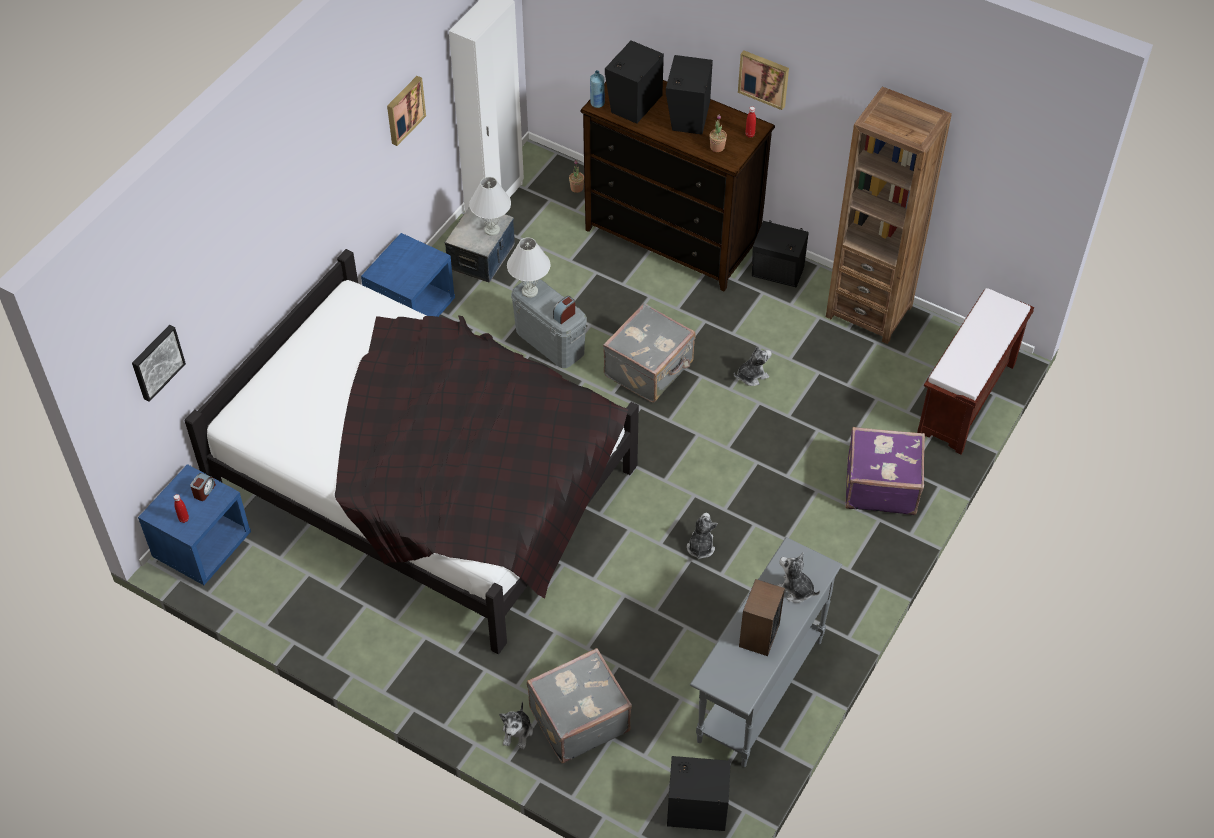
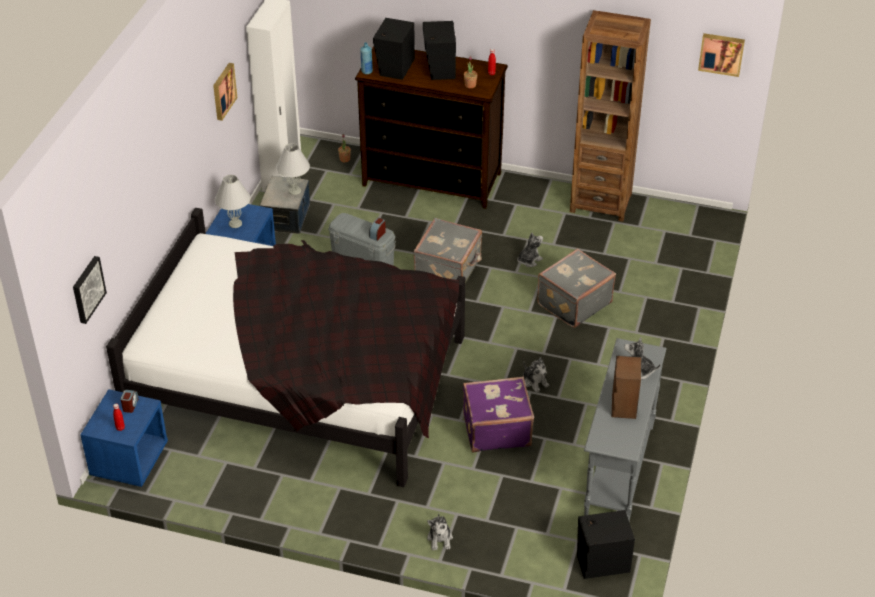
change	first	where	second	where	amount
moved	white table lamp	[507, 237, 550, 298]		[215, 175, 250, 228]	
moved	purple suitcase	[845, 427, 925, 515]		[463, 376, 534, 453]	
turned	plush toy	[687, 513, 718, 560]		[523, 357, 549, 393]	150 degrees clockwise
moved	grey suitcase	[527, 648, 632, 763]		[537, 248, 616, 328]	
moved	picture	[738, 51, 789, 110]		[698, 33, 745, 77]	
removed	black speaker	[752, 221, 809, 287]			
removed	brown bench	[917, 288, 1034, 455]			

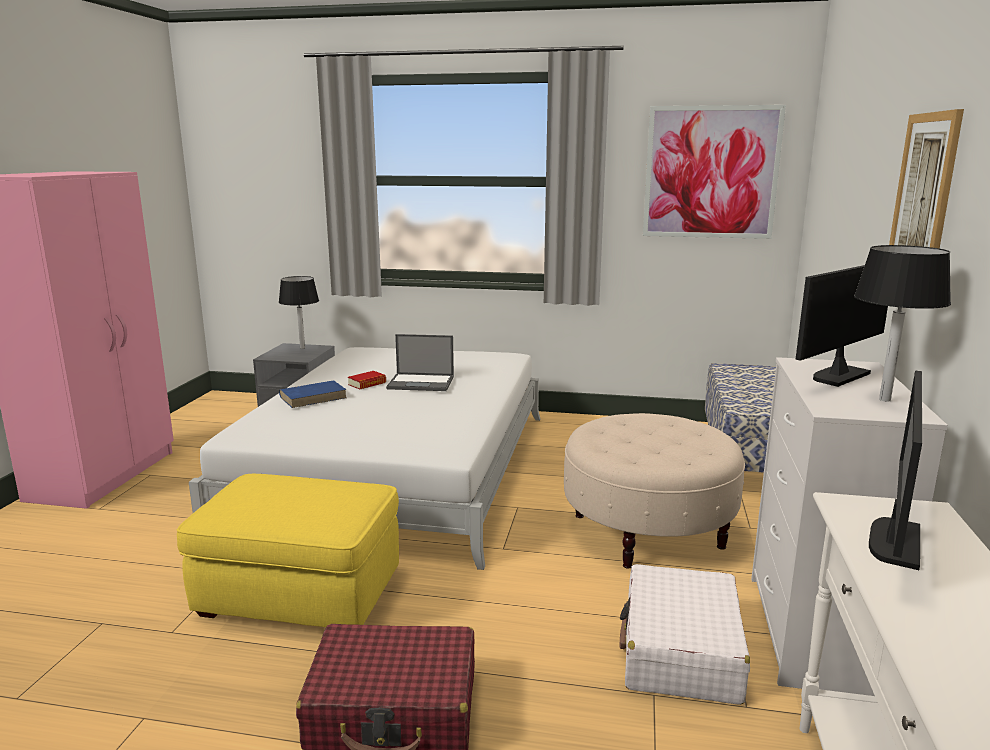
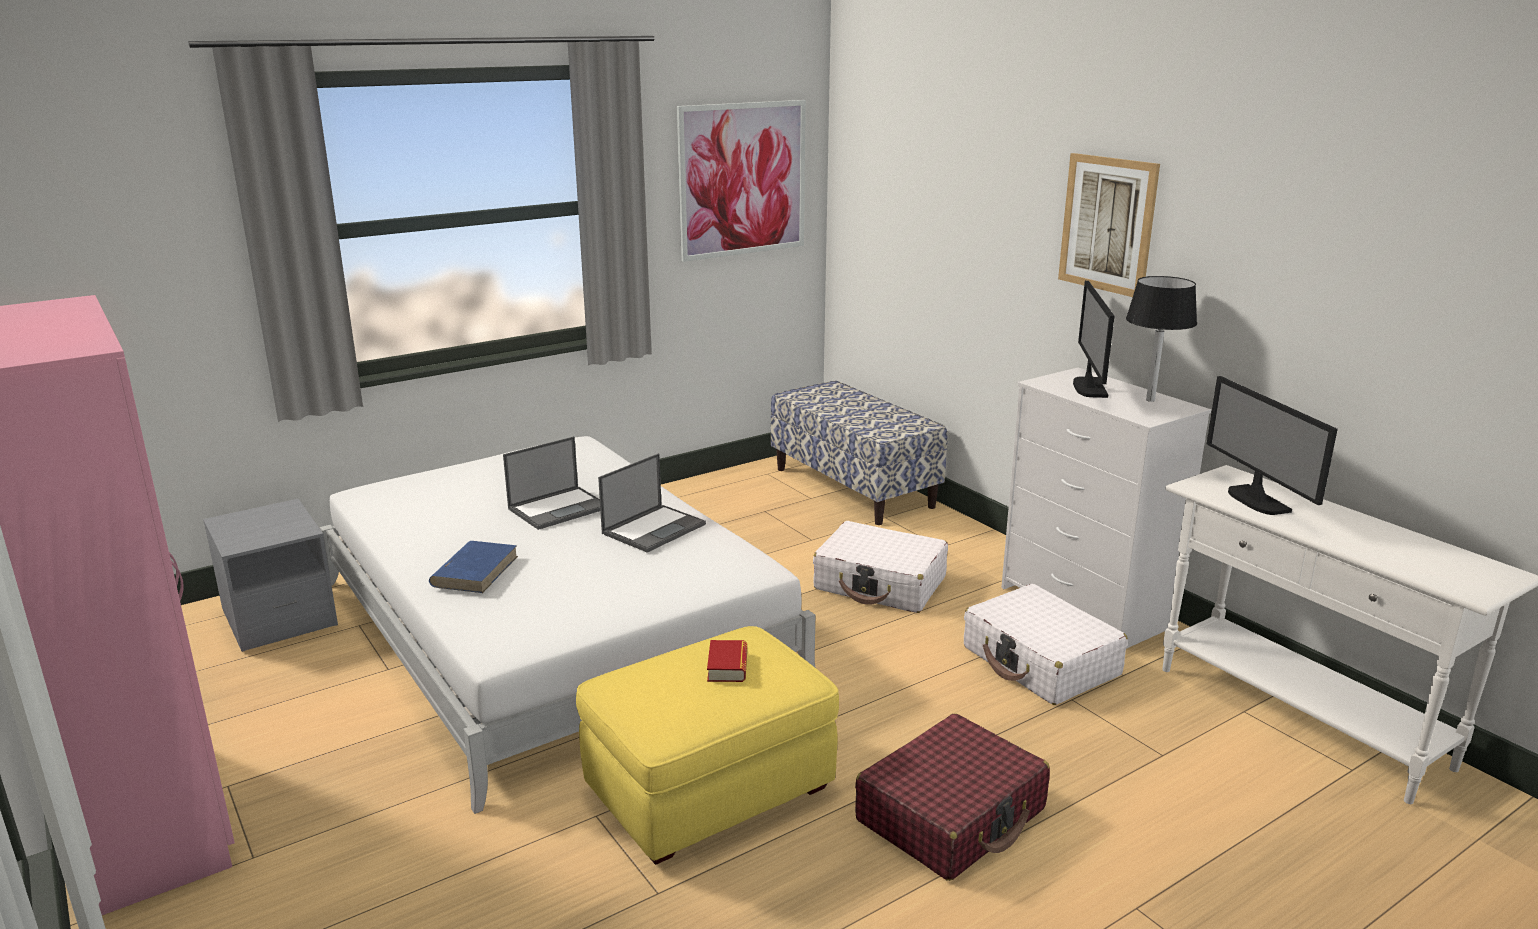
change	first	where	second	where	amount
added			laptop	[598, 453, 706, 553]	
moved	book	[348, 371, 386, 390]		[707, 640, 747, 682]	
replaced	beige ottoman	[564, 413, 745, 569]	white suitcase	[813, 521, 948, 613]	
removed	black table lamp	[279, 276, 319, 349]			

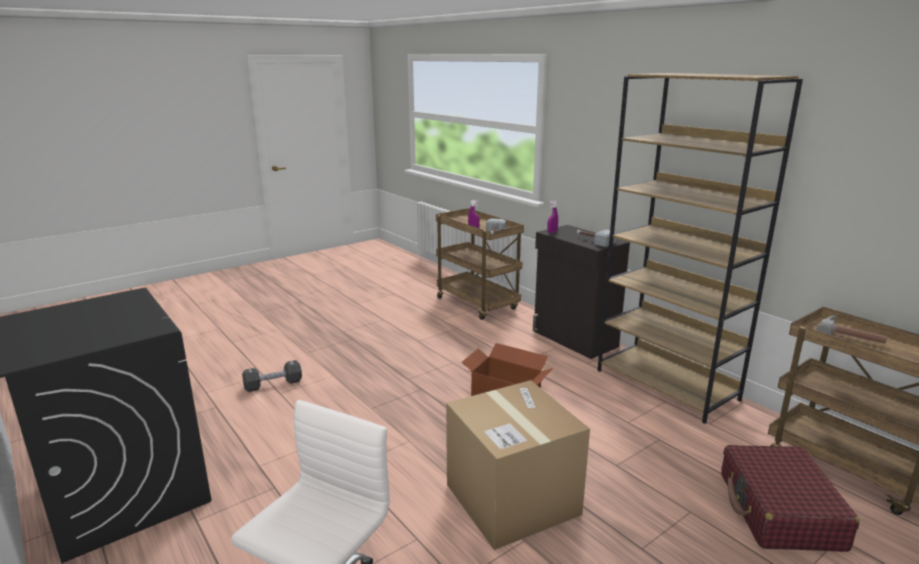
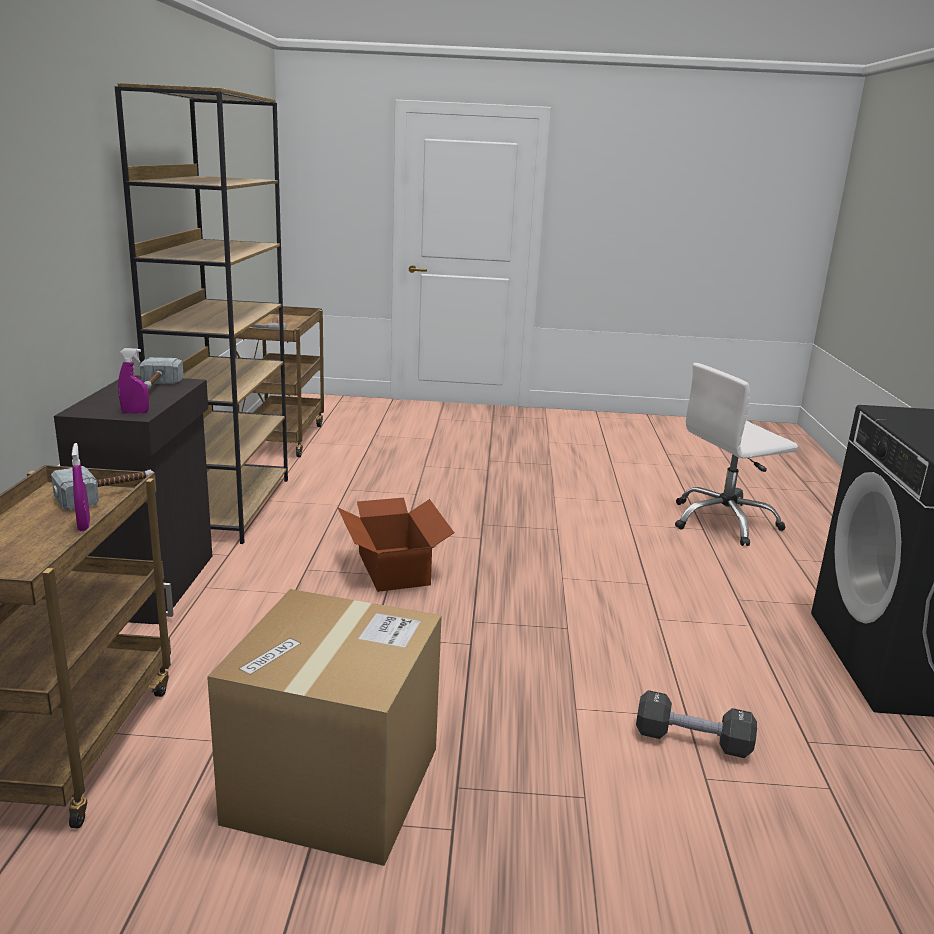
change	first	where	second	where	amount
moved	cardboard box	[446, 380, 590, 550]		[207, 589, 442, 866]	
removed	red suitcase	[721, 445, 859, 552]			

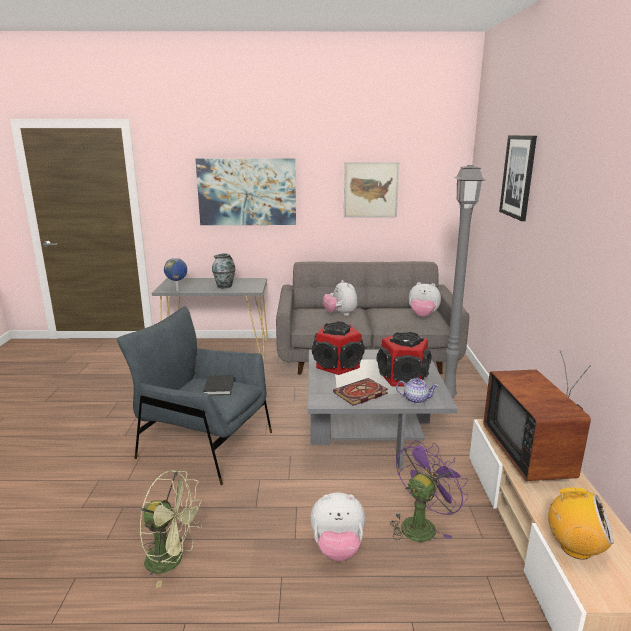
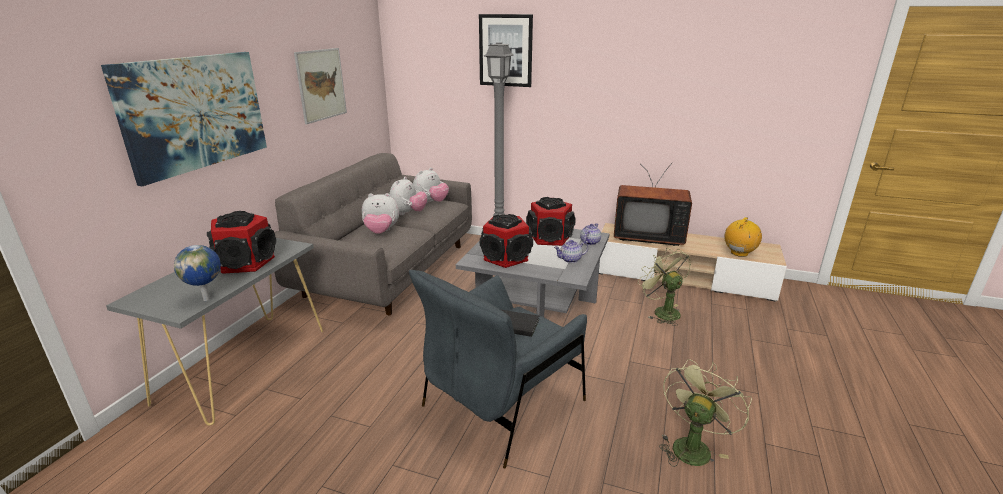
change	first	where	second	where	amount
replaced	vase	[212, 253, 235, 288]	speaker	[207, 211, 276, 274]	
moved	plush toy	[310, 492, 365, 561]		[389, 176, 427, 215]	
replaced	book	[333, 378, 388, 406]	teapot	[554, 240, 588, 263]	
recoloured	purple fan	[390, 440, 468, 542]	green fan	[638, 248, 691, 326]	

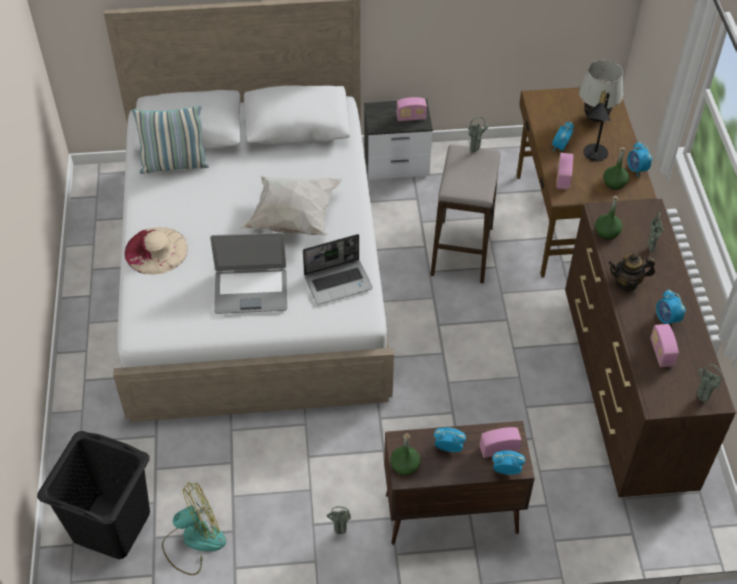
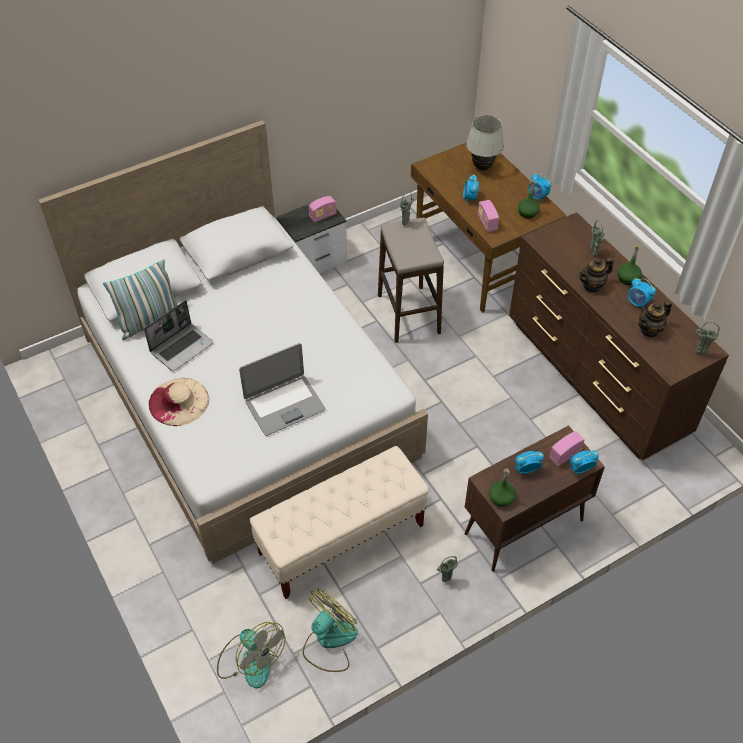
change	first	where	second	where	amount
moved	laptop	[303, 234, 373, 305]		[144, 300, 214, 371]	
replaced	black laundry basket	[37, 431, 150, 559]	fan	[217, 622, 285, 689]	
added			beige bench	[250, 446, 429, 599]	
moved	green bottle	[595, 195, 623, 240]		[618, 245, 642, 285]	
replaced	radio	[650, 324, 679, 367]	teapot	[639, 301, 672, 338]	
removed	white pillow	[240, 175, 342, 236]			
removed	black table lamp	[583, 89, 611, 162]			

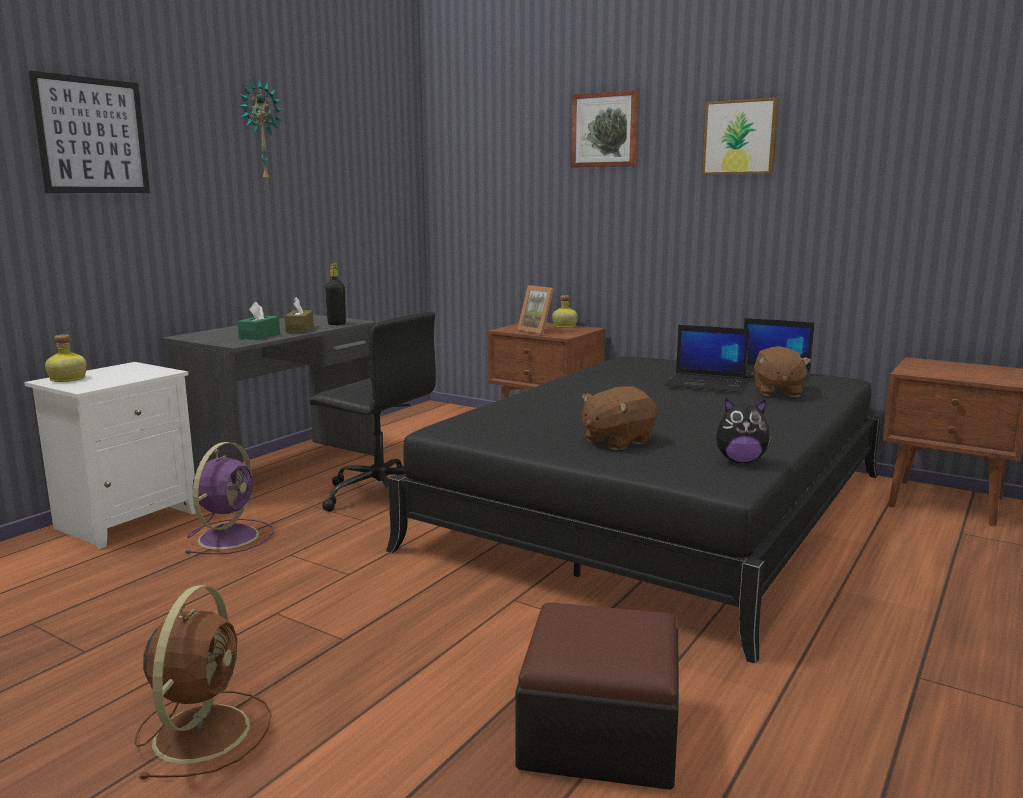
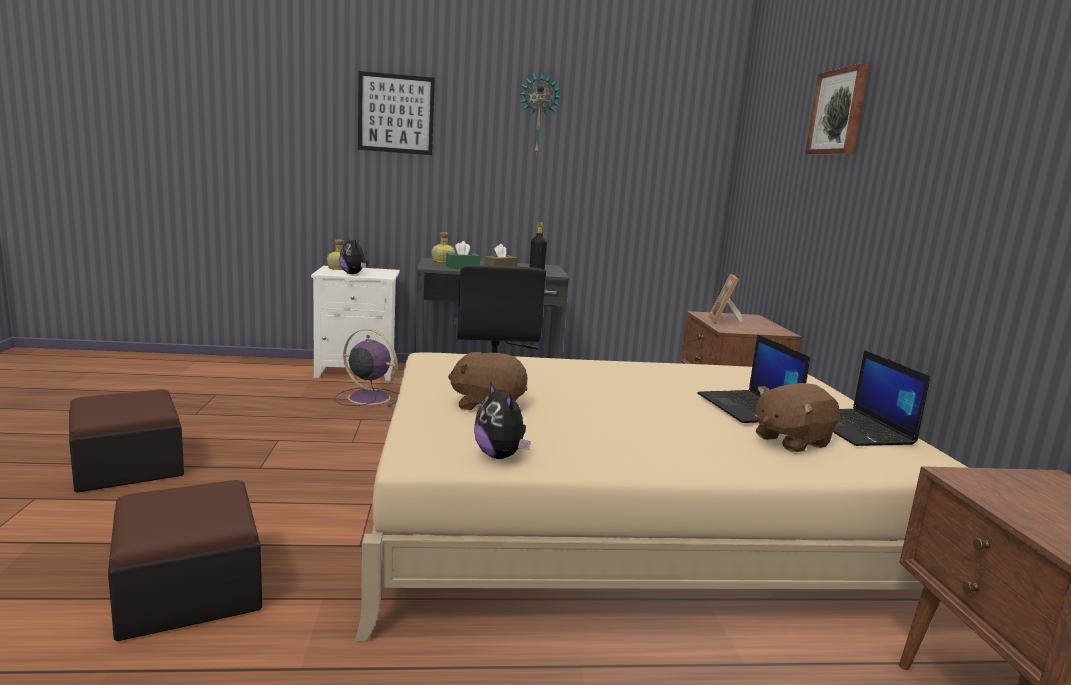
change	first	where	second	where	amount
replaced	brown fan	[134, 585, 272, 779]	ottoman	[69, 389, 184, 493]	
turned	purple fan	[184, 442, 274, 554]		[335, 329, 398, 407]	135 degrees counterclockwise
added			plush toy	[339, 237, 368, 274]	
recoloured	black bed	[386, 356, 881, 664]	beige bed	[355, 352, 969, 642]	
moved	bottle	[552, 295, 578, 328]		[432, 232, 455, 263]	
removed	picture	[702, 98, 779, 174]			

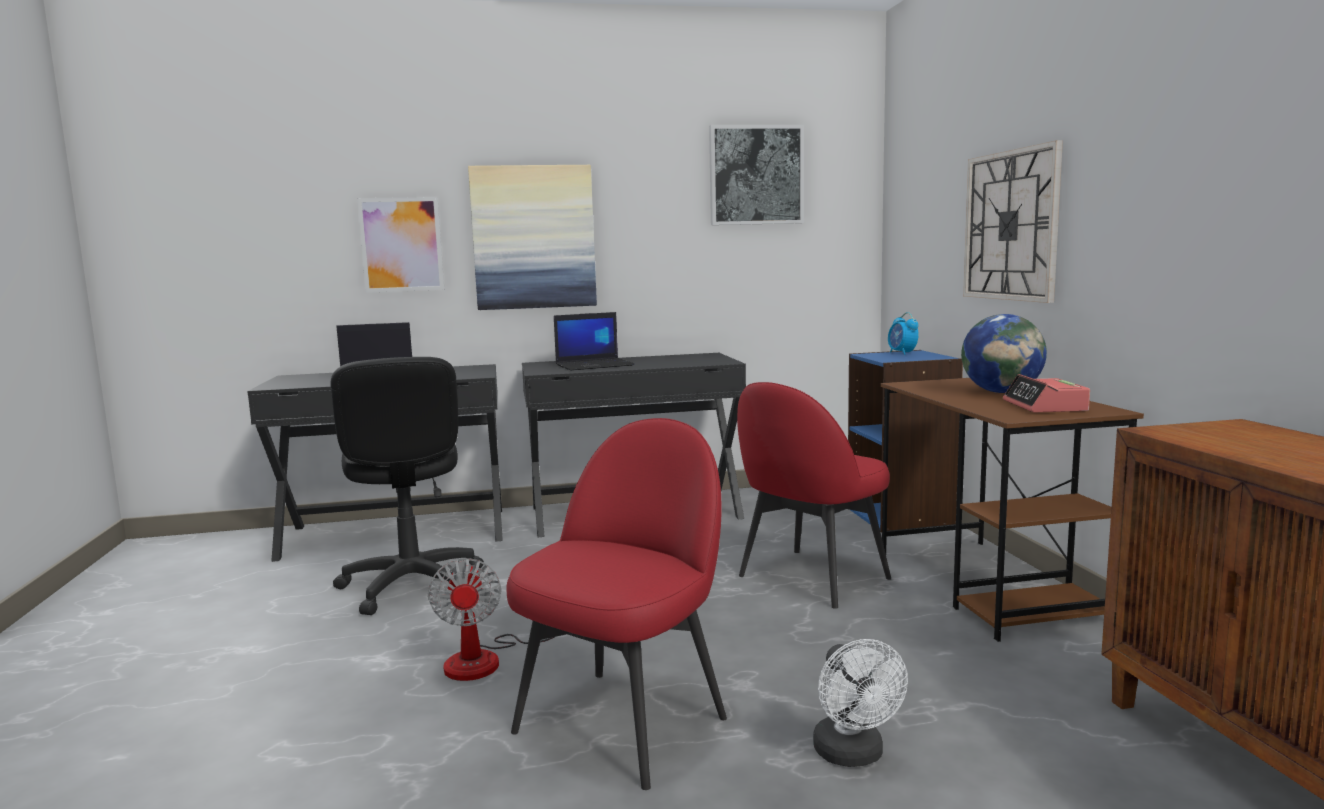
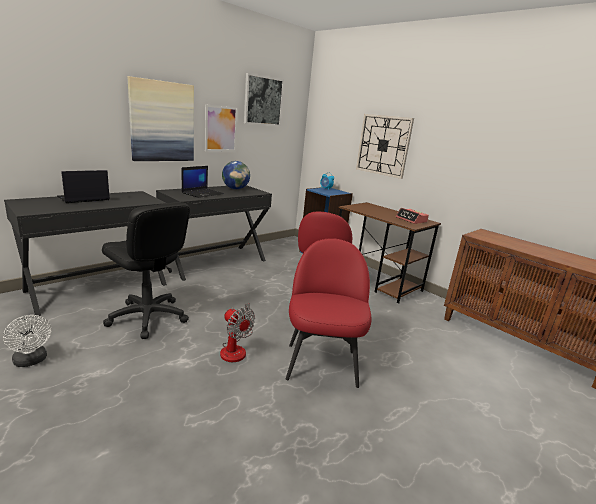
change	first	where	second	where	amount
moved	white fan	[813, 639, 908, 767]		[3, 315, 51, 367]	
moved	picture	[357, 197, 444, 293]		[205, 104, 238, 152]	
moved	globe	[961, 314, 1047, 393]		[222, 161, 250, 189]	

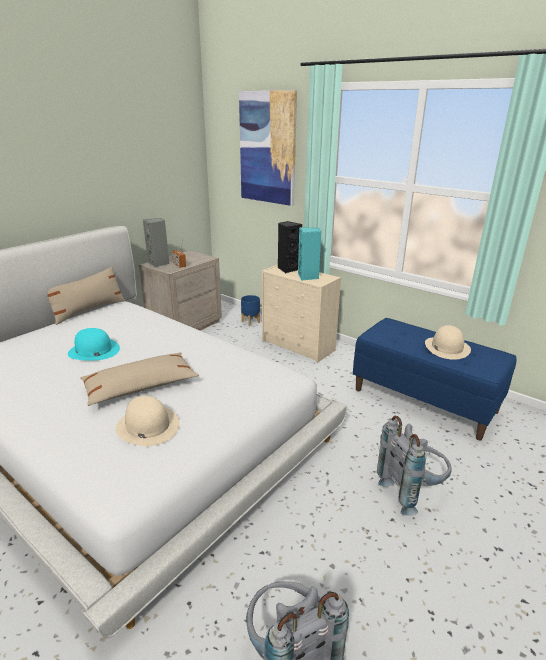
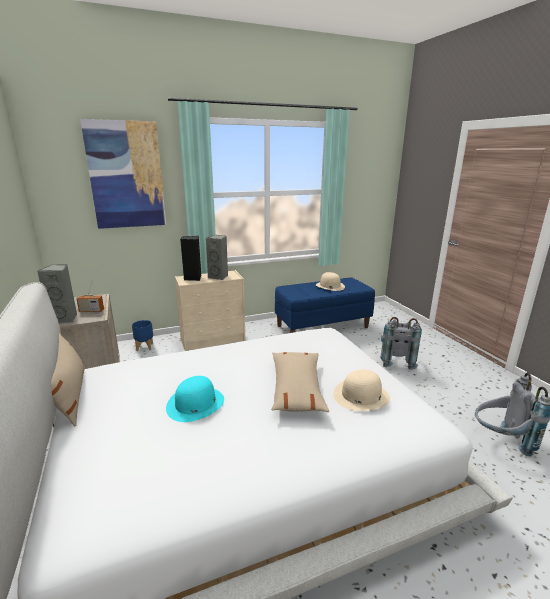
change	first	where	second	where	amount
recoloured	turquoise speaker	[298, 227, 321, 281]	grey speaker	[206, 235, 228, 280]	

